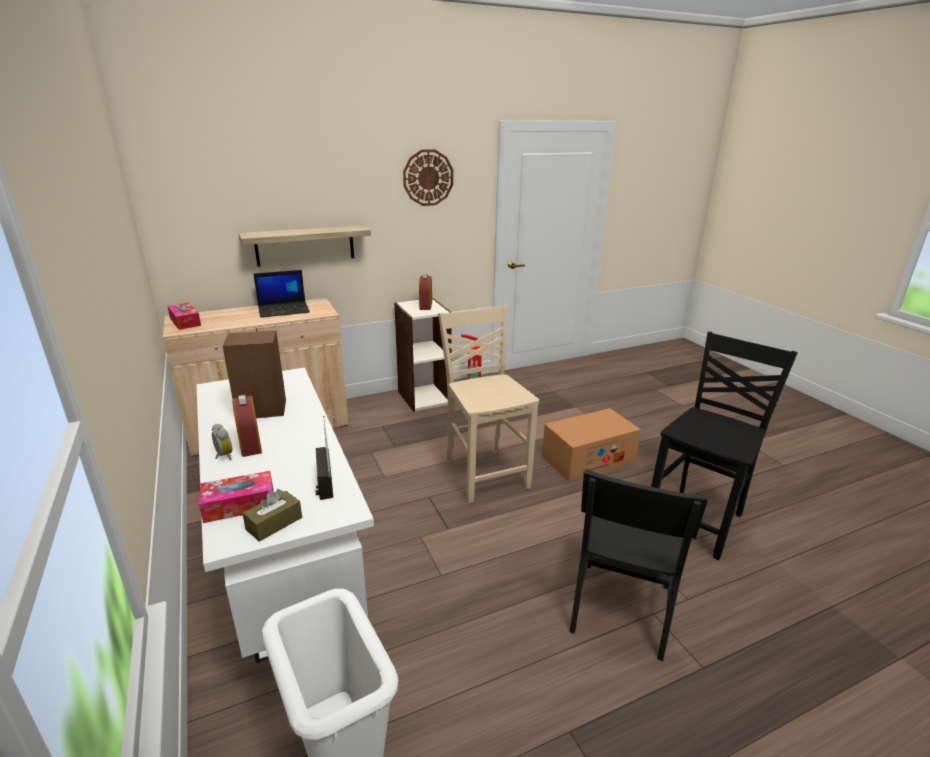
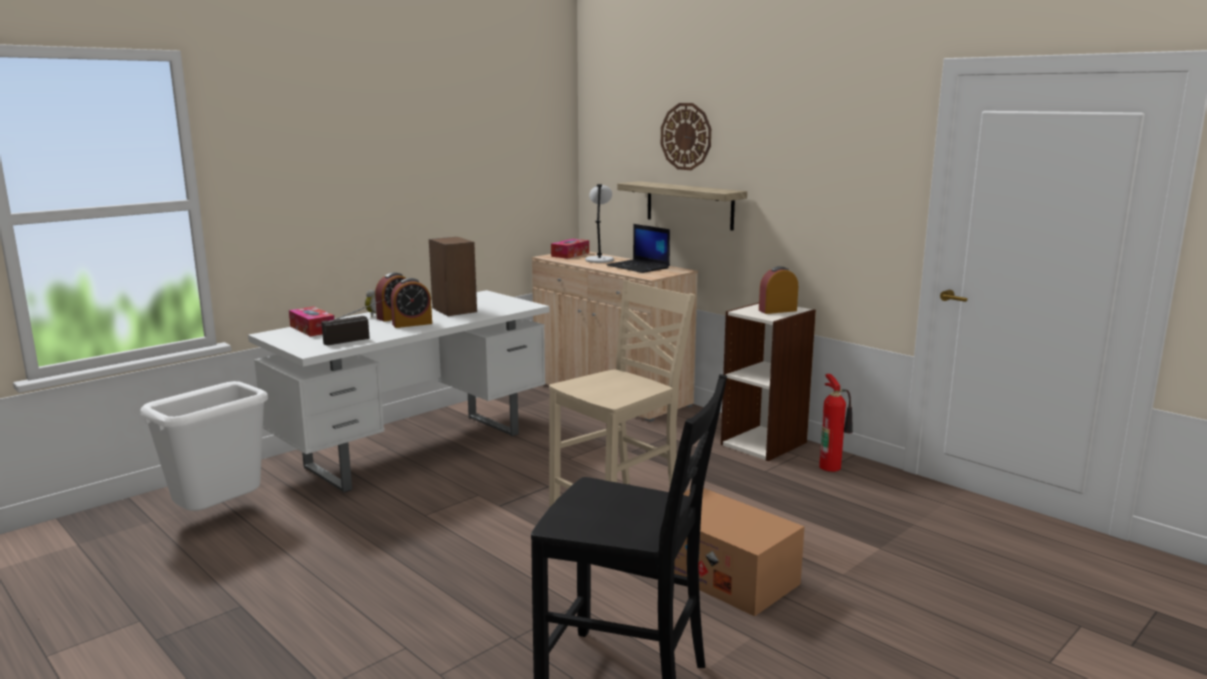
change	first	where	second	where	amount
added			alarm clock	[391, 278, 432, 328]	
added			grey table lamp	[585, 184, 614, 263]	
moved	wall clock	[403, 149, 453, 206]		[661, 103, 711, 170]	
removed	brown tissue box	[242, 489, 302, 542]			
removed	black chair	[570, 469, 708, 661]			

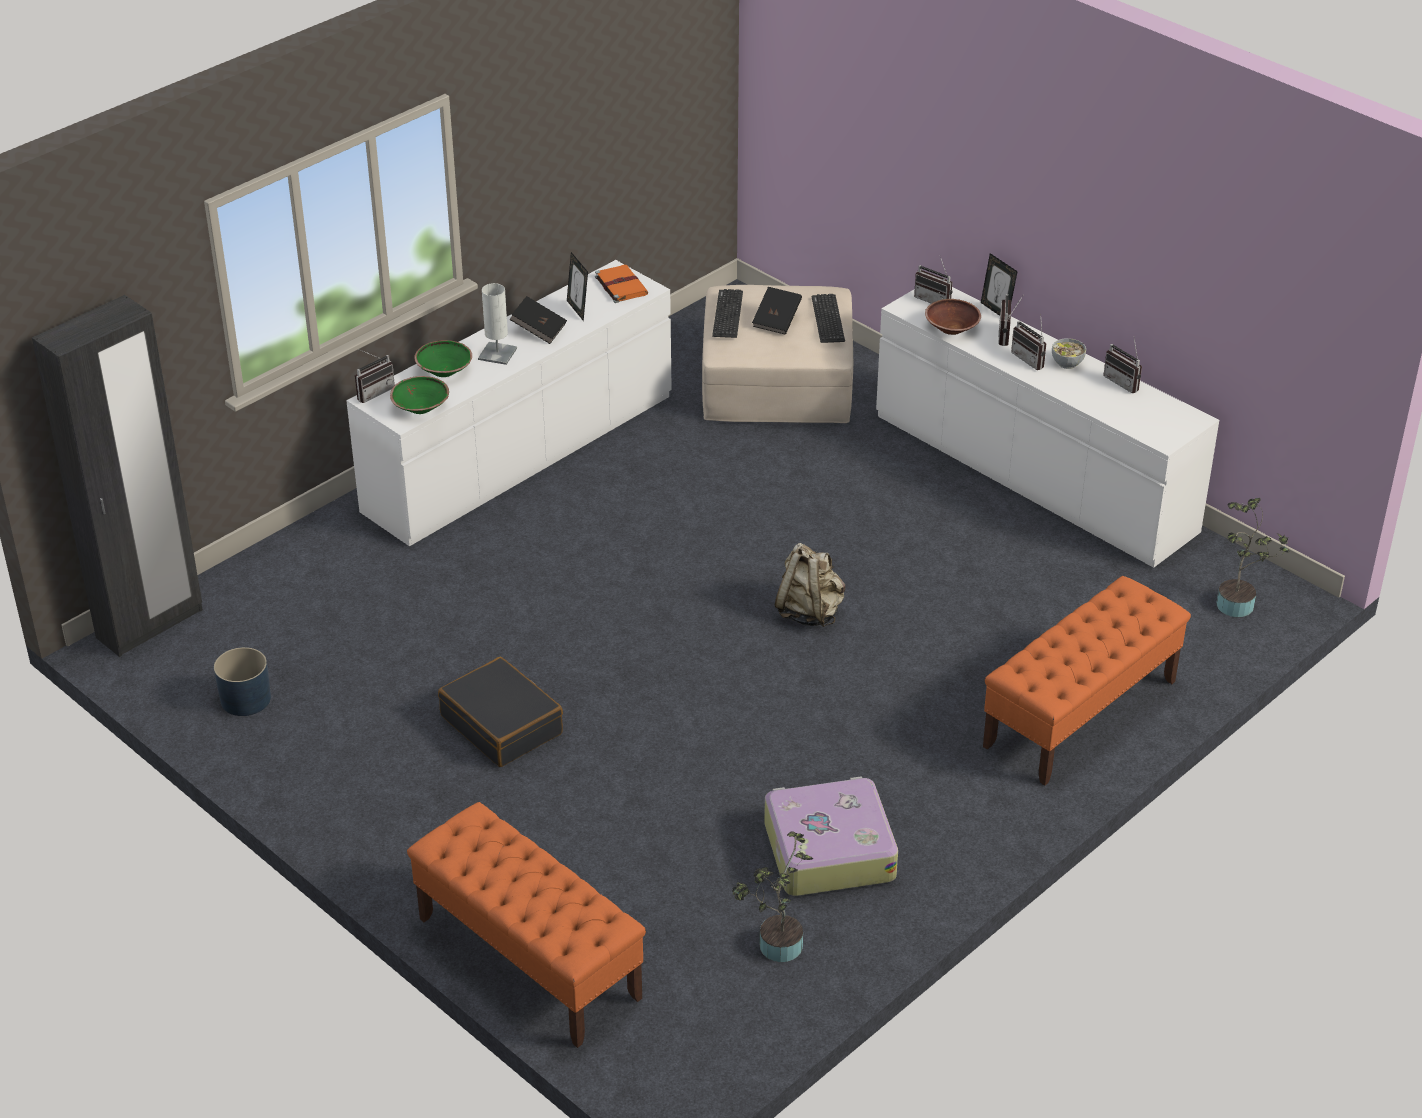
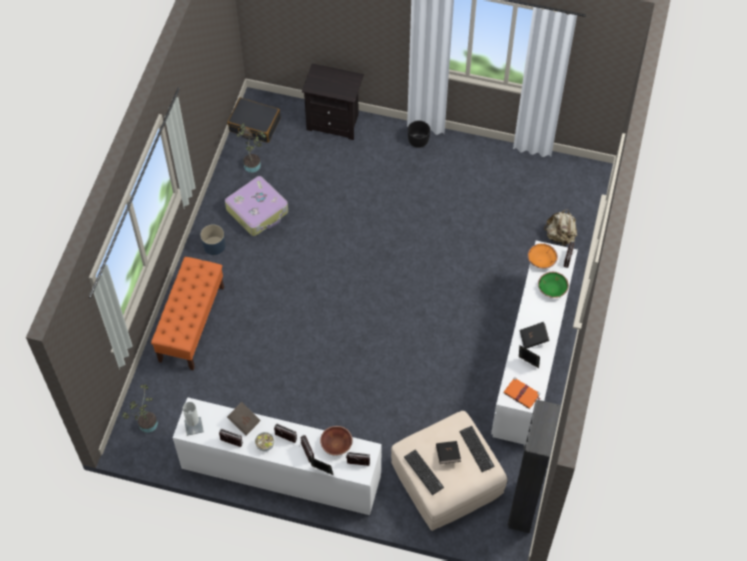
change	first	where	second	where	amount
moved	white table lamp	[478, 283, 517, 365]		[183, 402, 204, 436]	
moved	blue planter	[214, 647, 271, 716]		[200, 224, 226, 255]	
moved	black suitcase	[438, 657, 563, 767]		[227, 98, 280, 143]	
added			brown book	[227, 402, 261, 436]	
replaced	orange bench	[407, 802, 646, 1048]	black nightstand	[302, 64, 364, 140]	
added			black planter	[408, 120, 430, 148]	
moved	black wardrobe	[32, 295, 203, 657]		[508, 400, 561, 533]	
recoloured	green bowl	[390, 376, 449, 414]	orange bowl	[528, 243, 558, 269]	
moved	beige backpack	[775, 543, 845, 627]		[544, 209, 577, 246]	

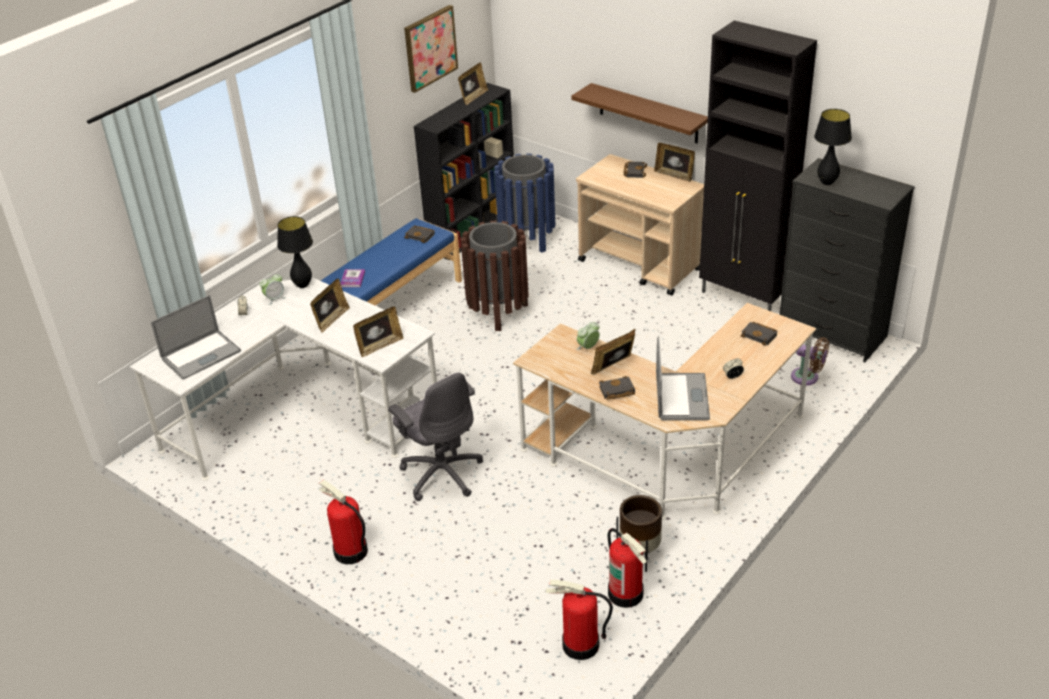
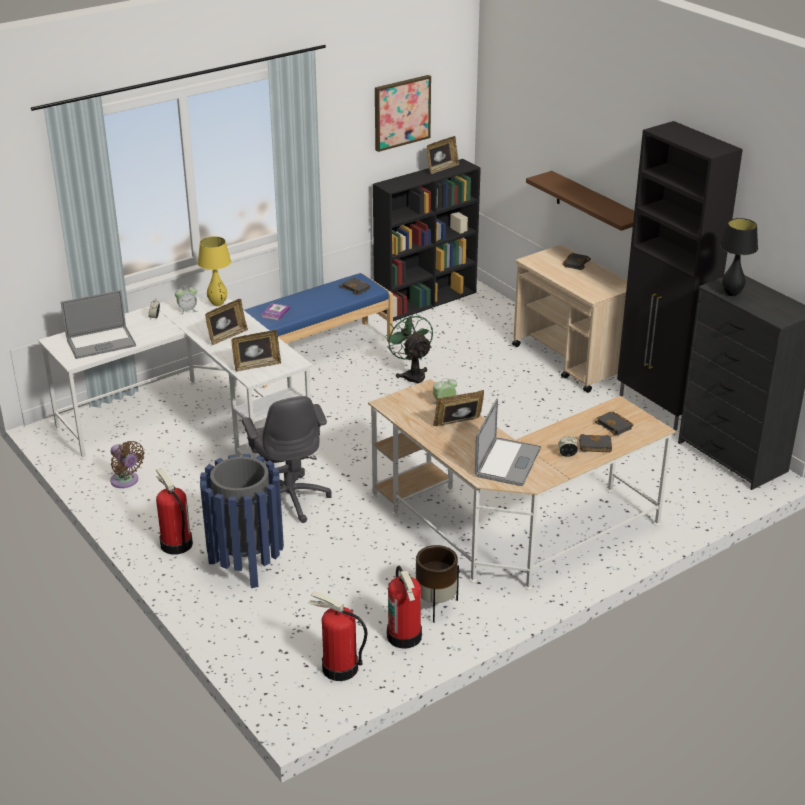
change	first	where	second	where	amount
moved	brown fan	[791, 337, 829, 385]		[110, 441, 145, 488]	
recoloured	black table lamp	[277, 216, 313, 288]	yellow table lamp	[198, 236, 231, 306]	
moved	blue trash can	[494, 154, 555, 253]		[200, 454, 284, 588]	
replaced	brown trash can	[461, 221, 529, 331]	green fan	[385, 312, 433, 383]	
moved	black book	[599, 376, 635, 400]		[579, 434, 612, 453]	
removed	picture frame	[654, 143, 695, 182]			

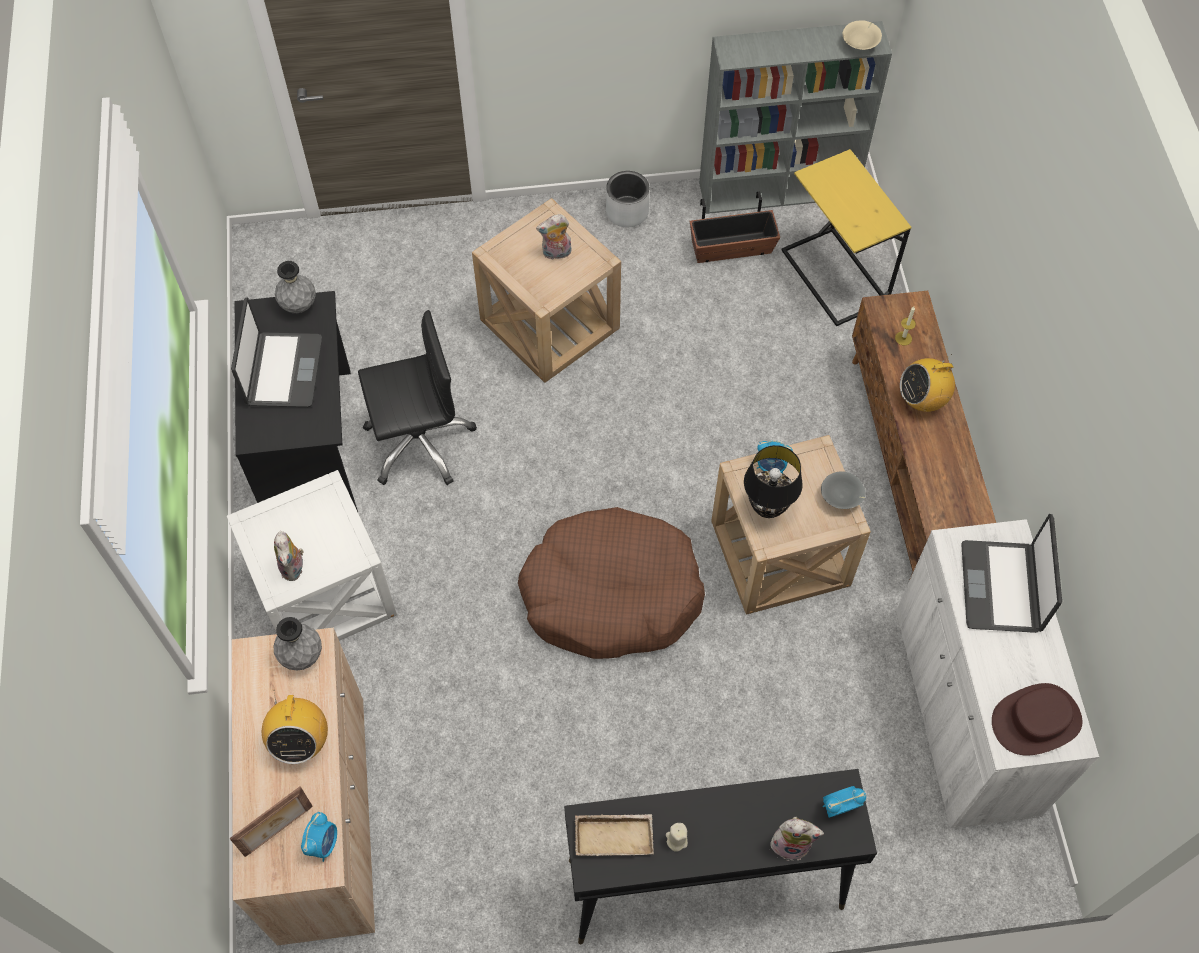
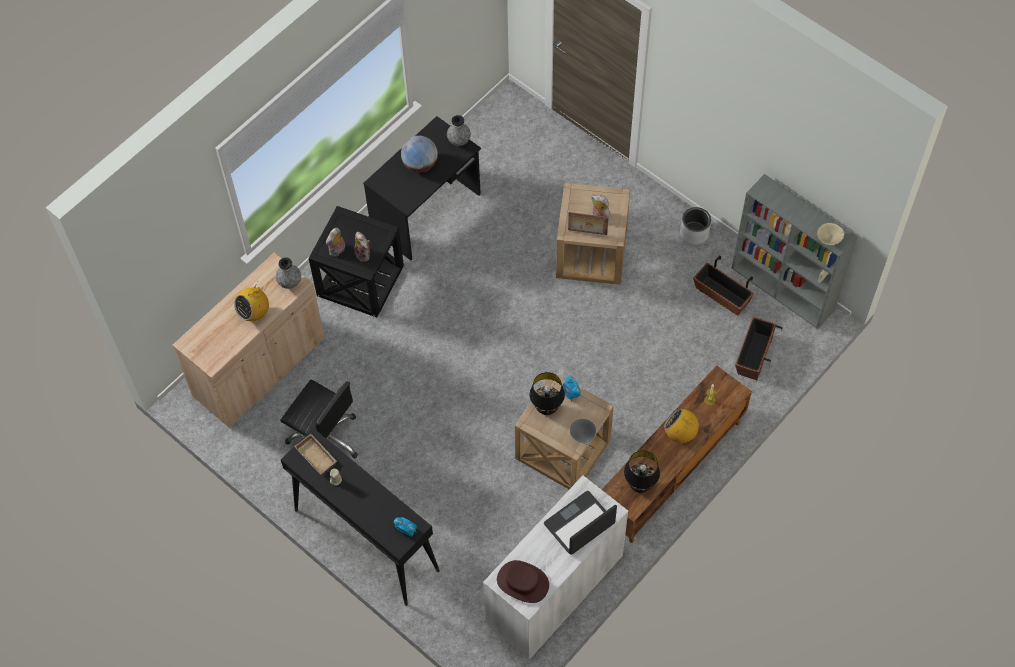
change	first	where	second	where	amount
moved	black office chair	[358, 310, 477, 485]		[280, 379, 358, 458]	
recoloured	white side table	[227, 470, 397, 641]	black side table	[309, 206, 404, 317]	
moved	plush toy	[769, 816, 824, 860]		[355, 232, 370, 262]	
replaced	laptop	[231, 297, 322, 407]	globe	[401, 136, 438, 173]	
moved	picture frame	[229, 786, 313, 857]		[568, 212, 608, 235]	
added			black table lamp	[624, 450, 660, 493]	
replaced	yellow side table	[782, 149, 911, 326]	planter	[735, 317, 783, 380]	
removed	alarm clock	[301, 812, 337, 862]			
removed	brown dog bed	[518, 507, 705, 659]			

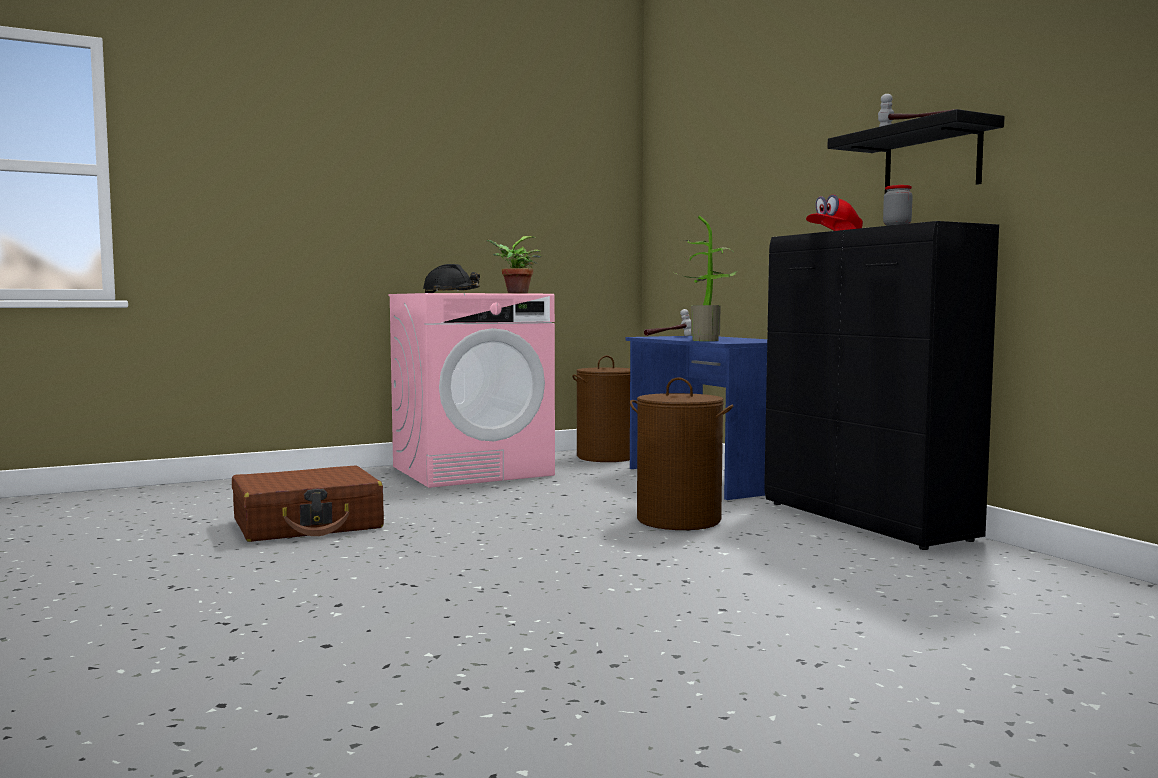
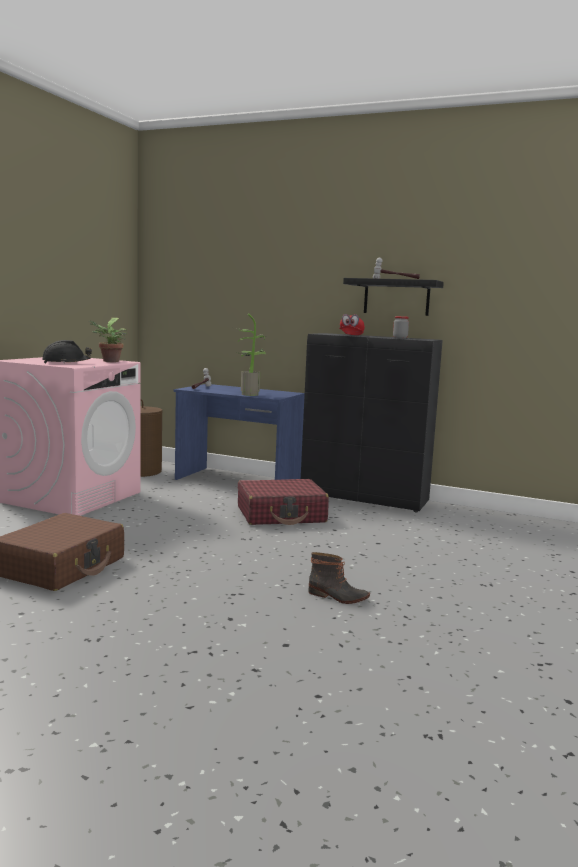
change	first	where	second	where	amount
replaced	brown laundry basket	[630, 377, 733, 530]	red suitcase	[238, 479, 329, 525]	
added			boot	[308, 552, 370, 604]	

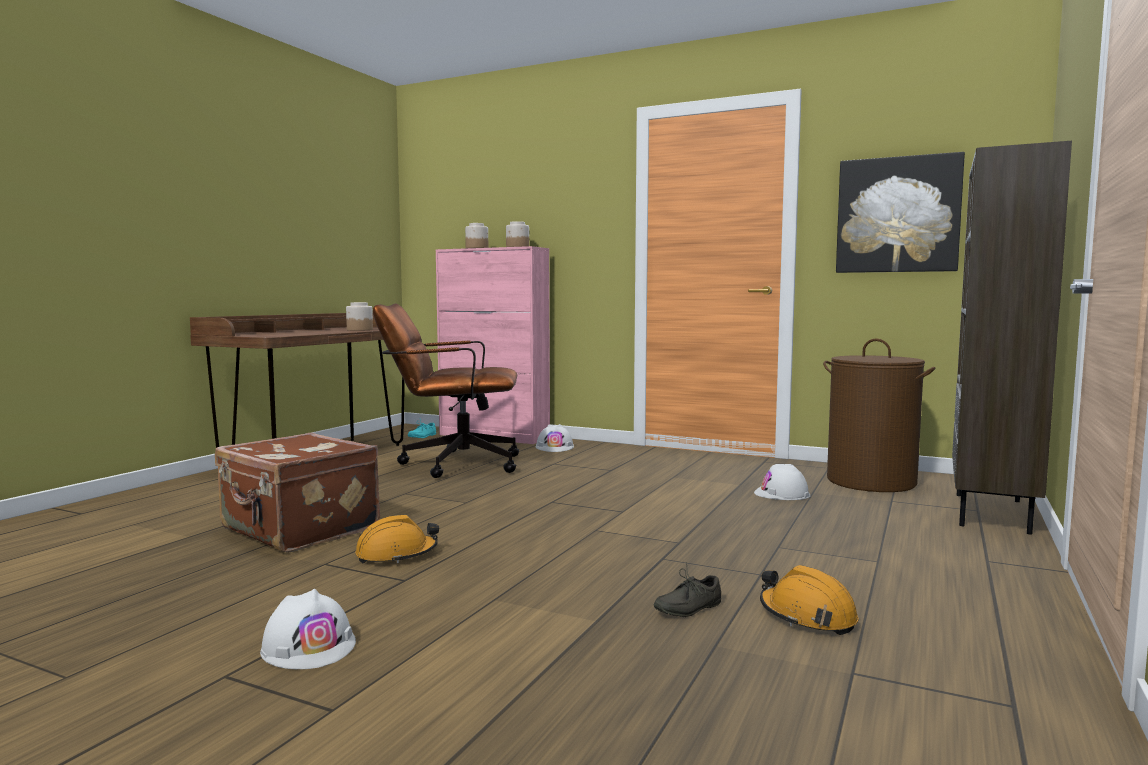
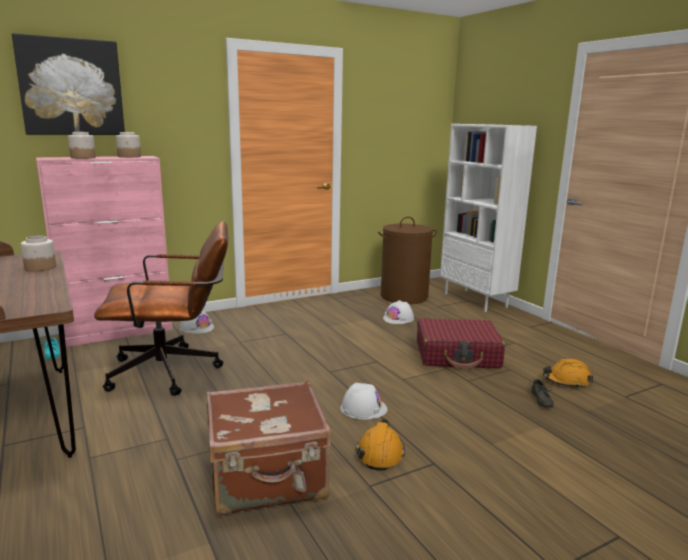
change	first	where	second	where	amount
moved	picture	[836, 152, 965, 273]		[12, 33, 125, 135]	
turned	brown office chair	[373, 304, 519, 478]		[94, 221, 228, 396]	135 degrees counterclockwise
moved	white hard hat	[260, 589, 356, 669]		[340, 383, 387, 420]	
added			red suitcase	[417, 318, 505, 369]	
recoloured	brown bookcase	[952, 141, 1072, 534]	white bookcase	[440, 124, 537, 312]	

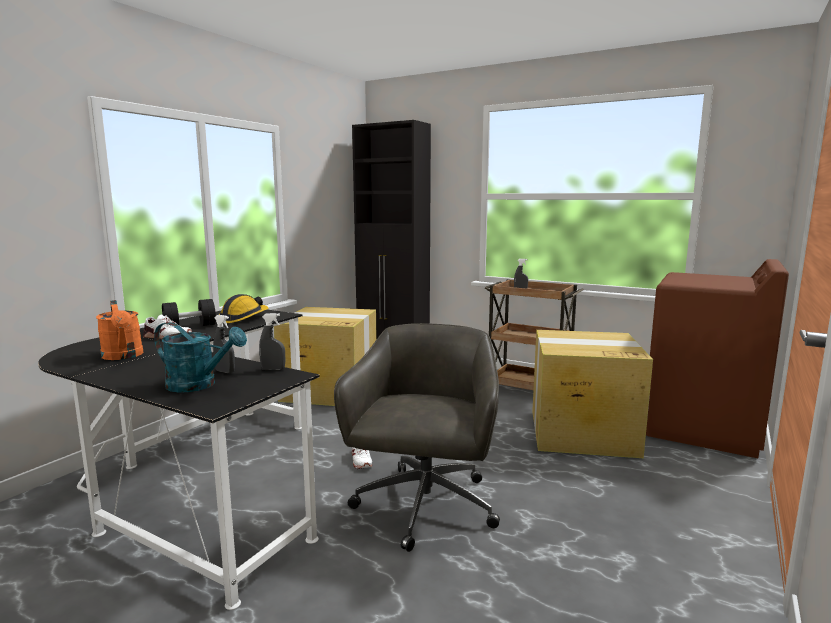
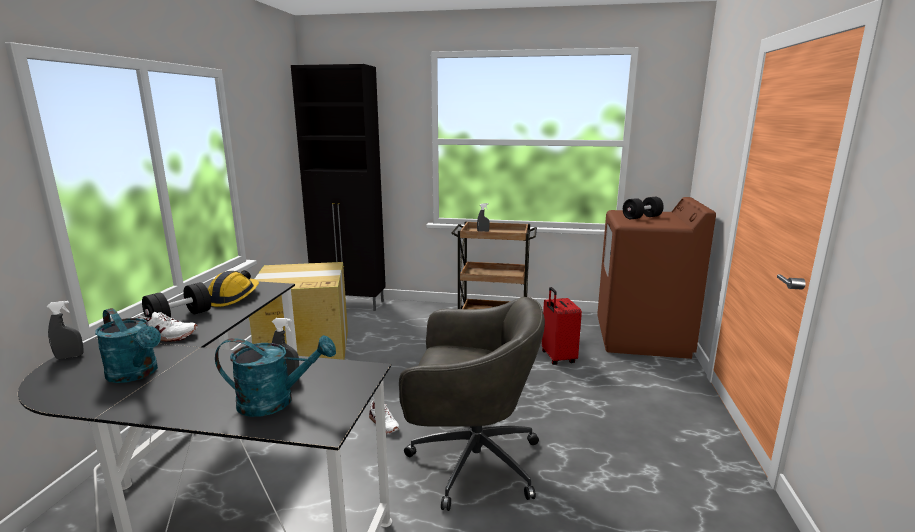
change	first	where	second	where	amount
moved	grey spray bottle	[259, 313, 285, 370]		[46, 301, 84, 359]	
recoloured	orange watering can	[96, 300, 144, 360]	turquoise watering can	[95, 308, 161, 383]	
turned	grey office chair	[334, 323, 500, 552]		[399, 297, 545, 511]	105 degrees clockwise
replaced	cardboard box	[532, 330, 653, 458]	red suitcase	[542, 287, 582, 365]	
added			black dumbbell	[623, 197, 664, 219]	

